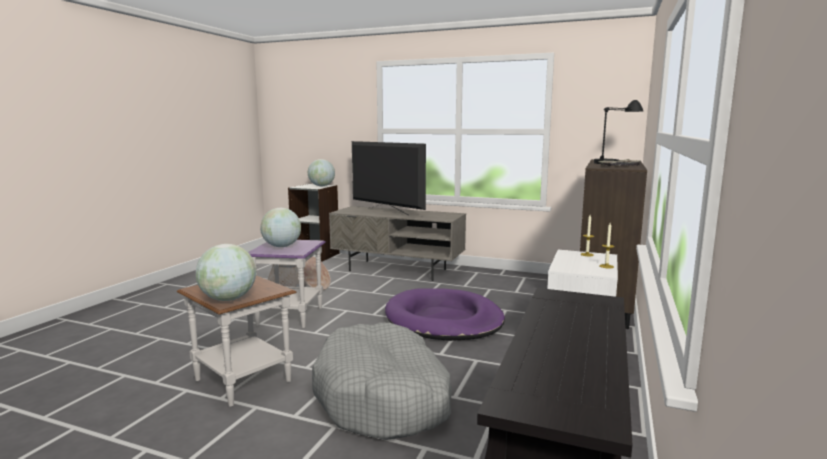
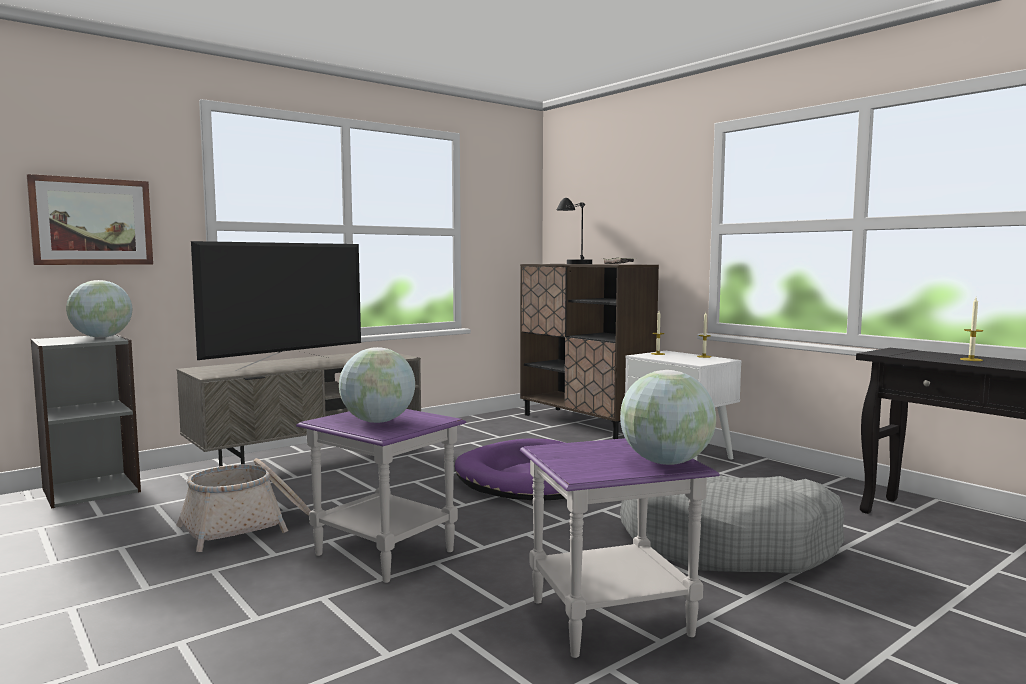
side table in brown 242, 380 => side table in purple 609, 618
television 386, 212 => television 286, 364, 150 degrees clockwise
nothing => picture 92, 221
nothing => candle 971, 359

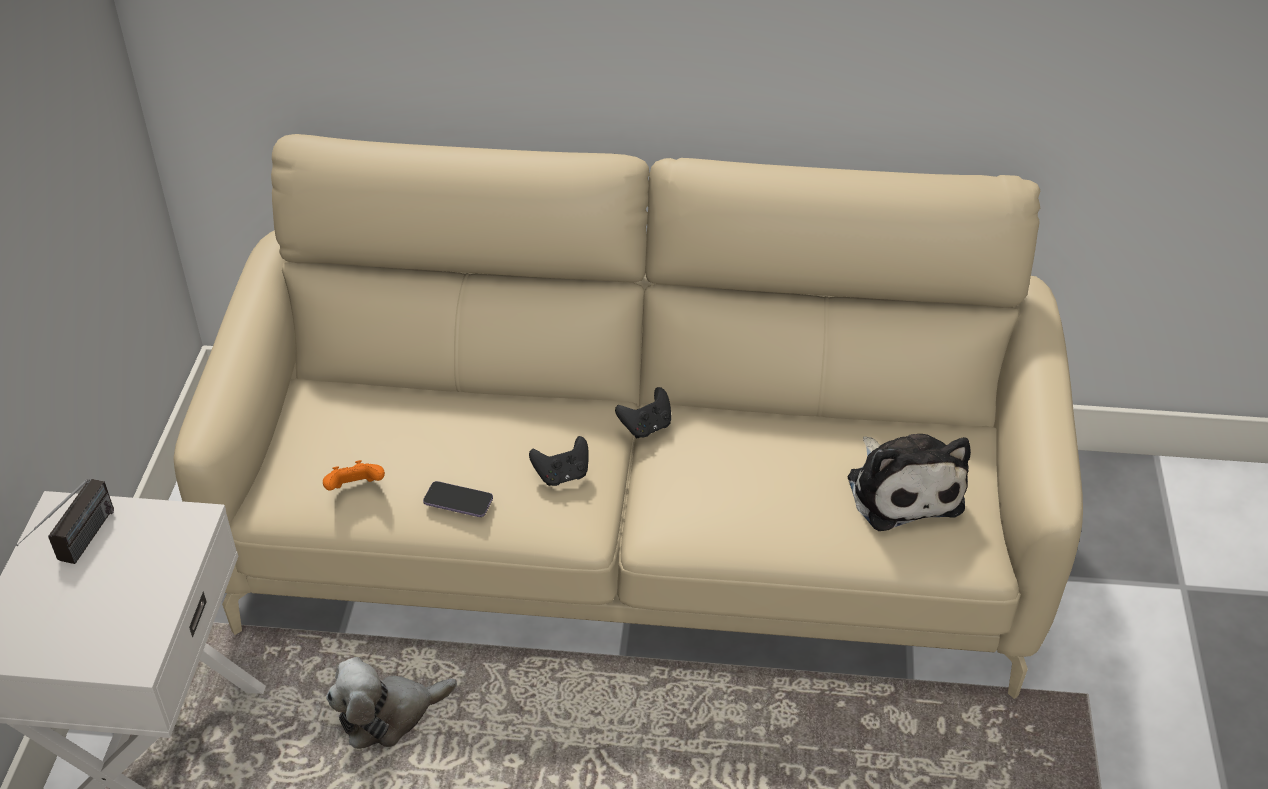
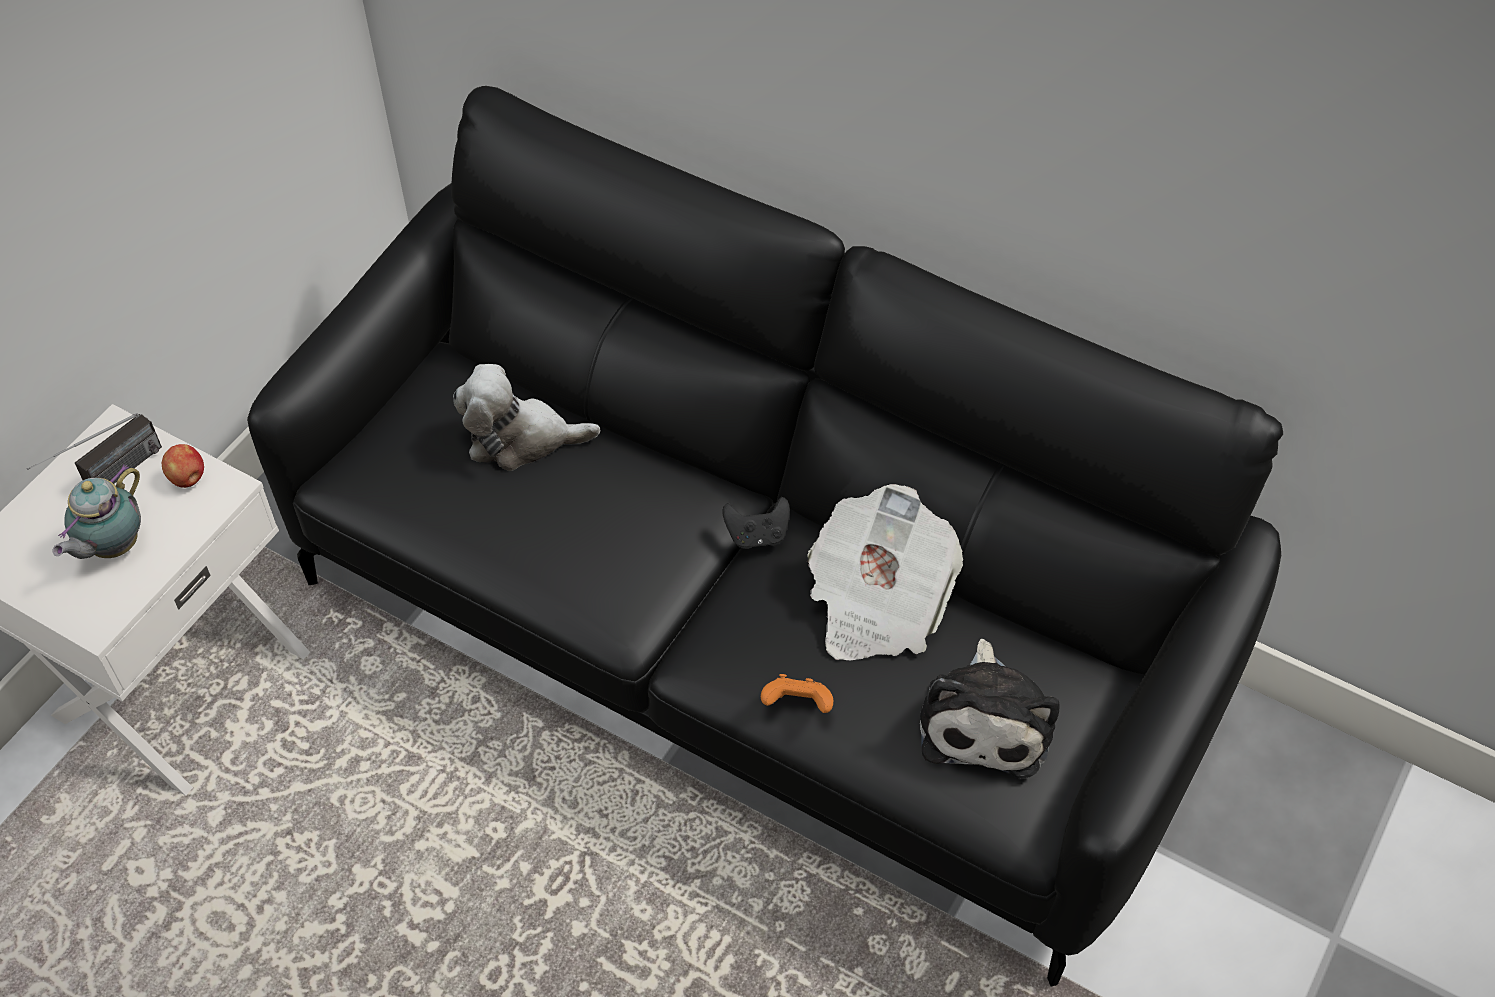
sofa in beige 635, 542 => sofa in black 749, 637
game controller in orange 355, 489 => game controller in orange 797, 705, relocated
plush toy 388, 715 => plush toy 521, 438, relocated
phone 458, 501 => nothing
game controller in black 562, 475 => nothing
nothing => teapot 112, 547
nothing => apple 188, 478
nothing => newspaper 877, 601

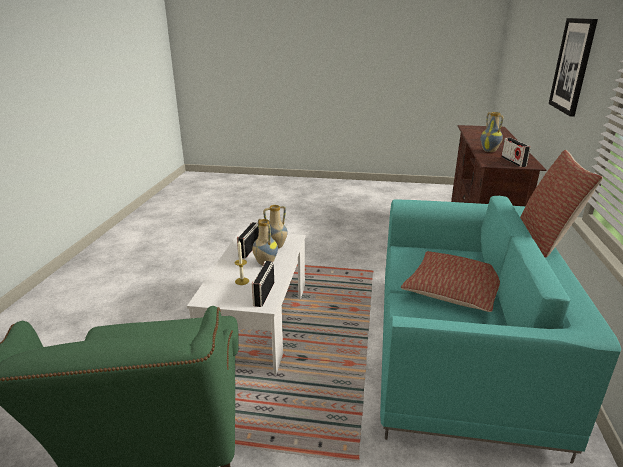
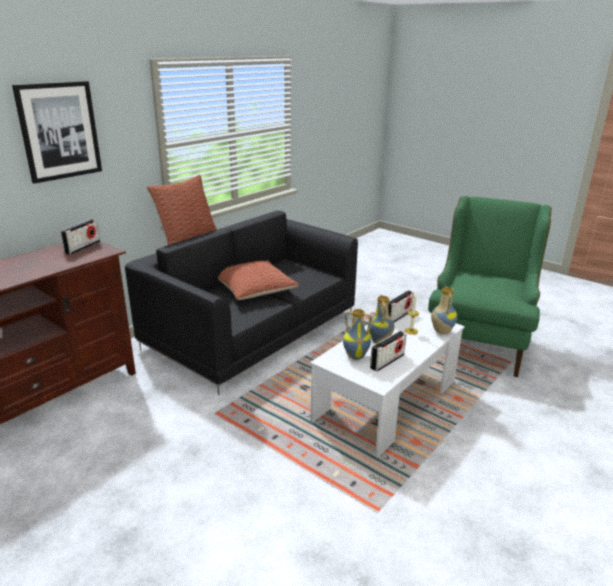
sofa in turquoise 459, 350 => sofa in black 252, 330
vase 489, 151 => vase 441, 331, relocated

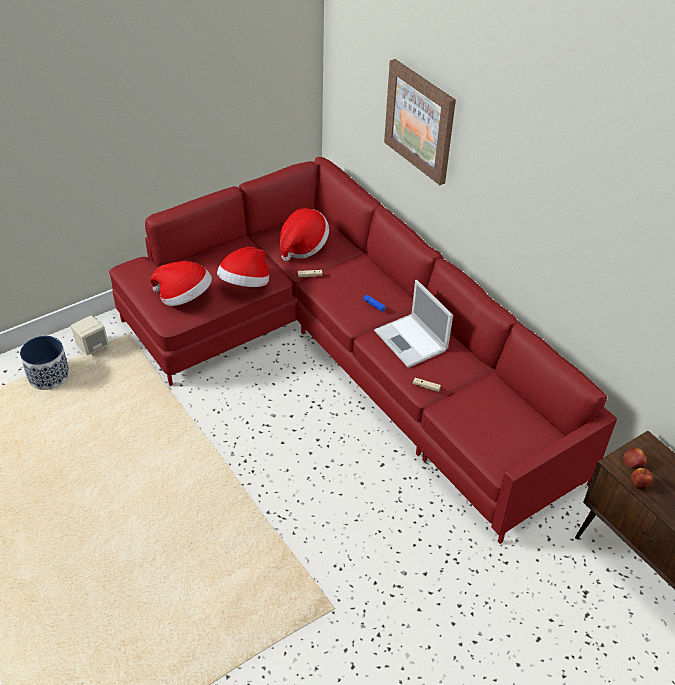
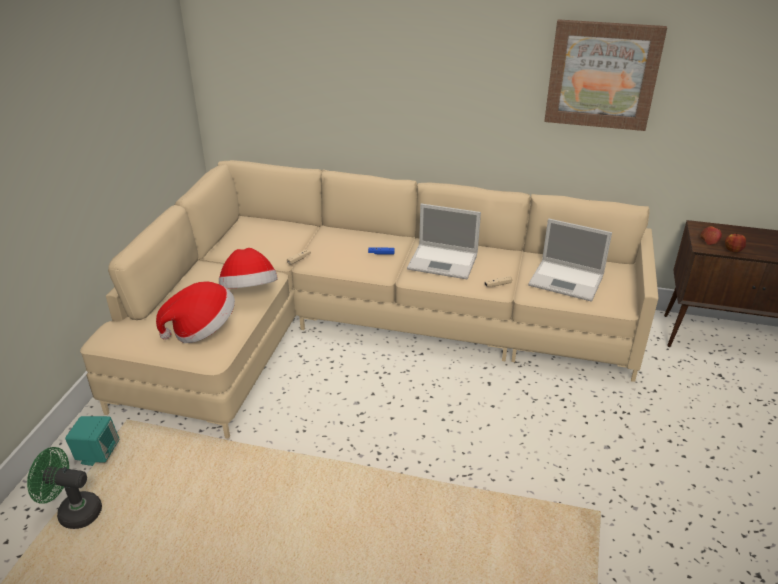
planter 48, 376 => fan in green 73, 512
speaker in beige 92, 347 => speaker in turquoise 98, 455
sofa in red 346, 357 => sofa in beige 360, 326
hat 302, 246 => nothing
picture 420, 121 => picture 602, 75, relocated
nothing => laptop 567, 281

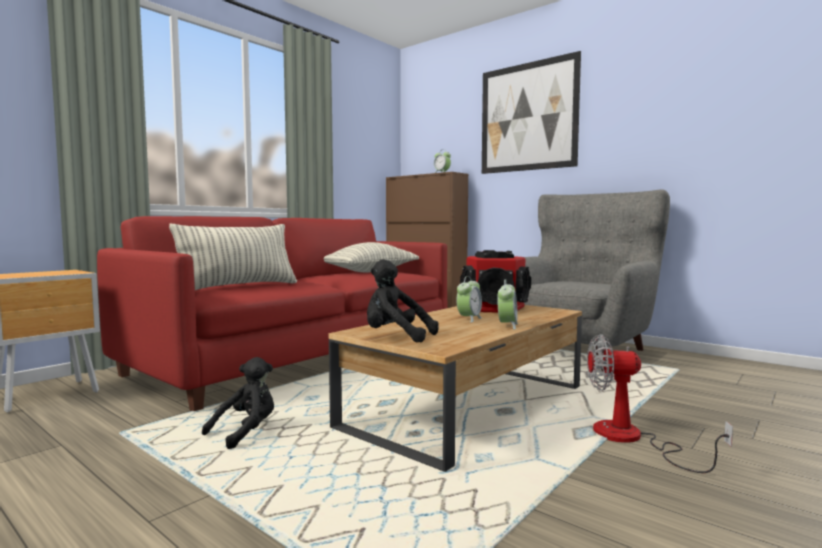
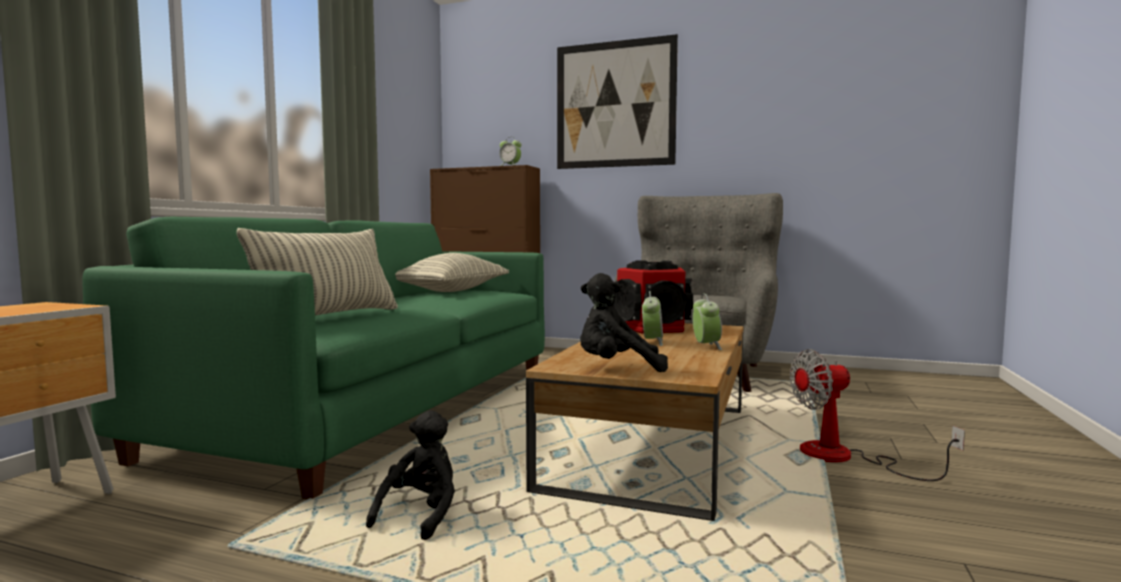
sofa in red 300, 356 => sofa in green 379, 408

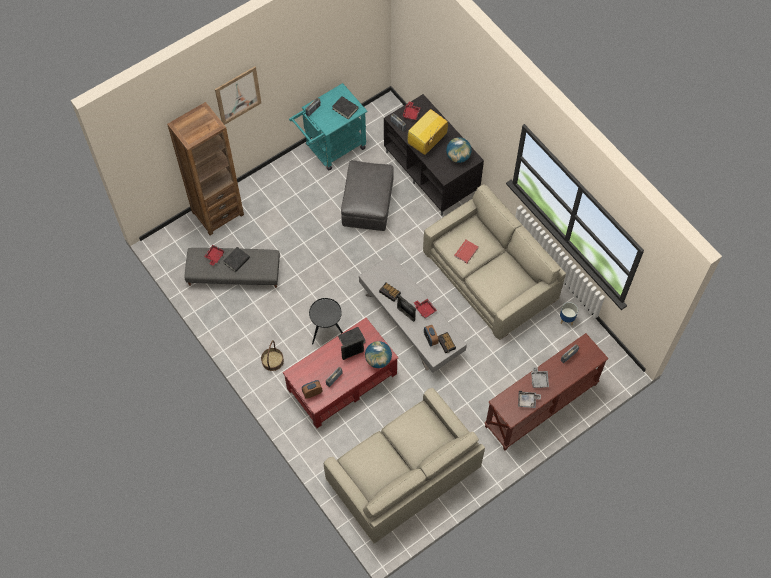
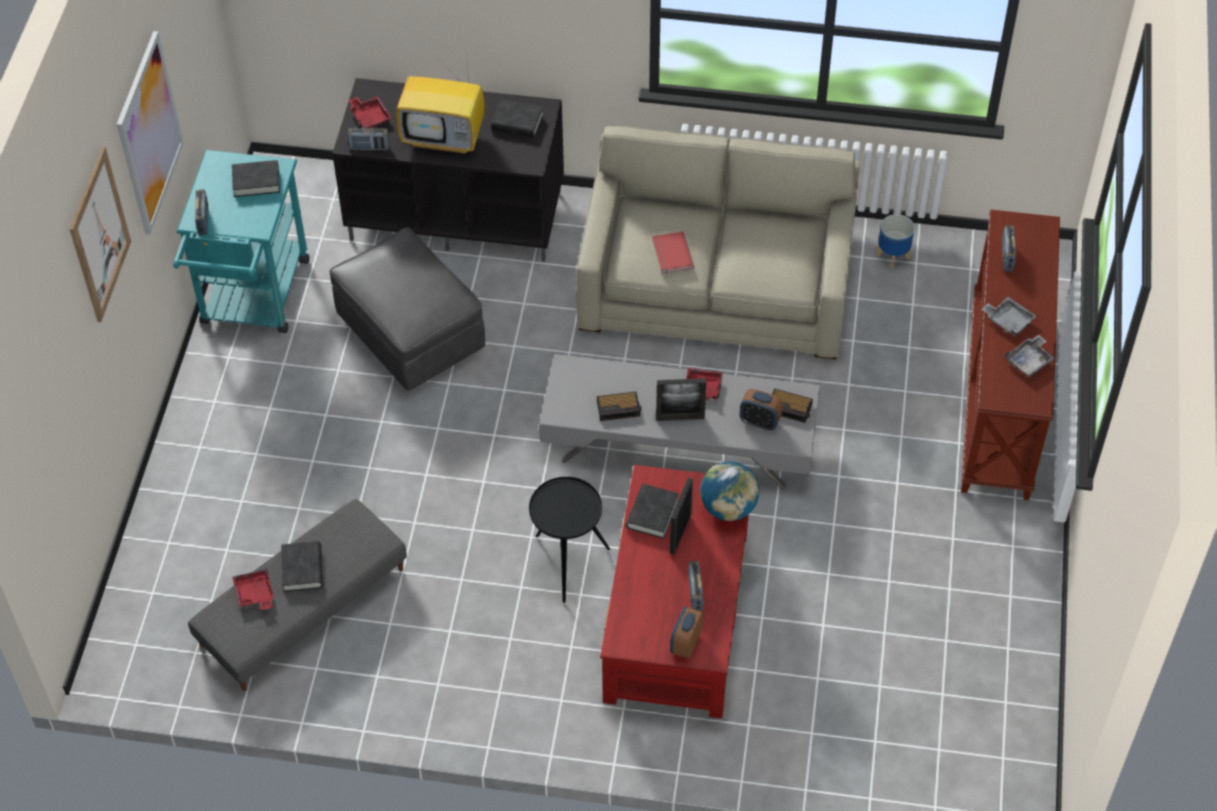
bookcase in brown 217, 213 => nothing
basket 272, 361 => nothing
sofa in beige 403, 474 => nothing
television 427, 142 => television 445, 138, 75 degrees counterclockwise
globe 458, 157 => book in black 517, 122
nothing => picture 149, 133

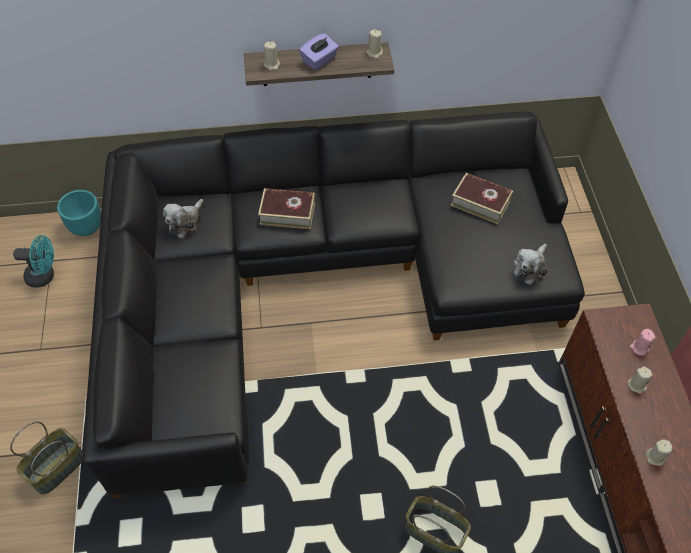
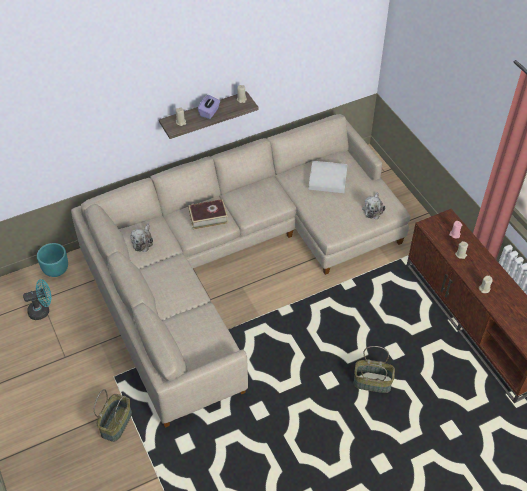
sofa in black 315, 283 => sofa in beige 234, 262
book 480, 203 => tray in white 328, 178

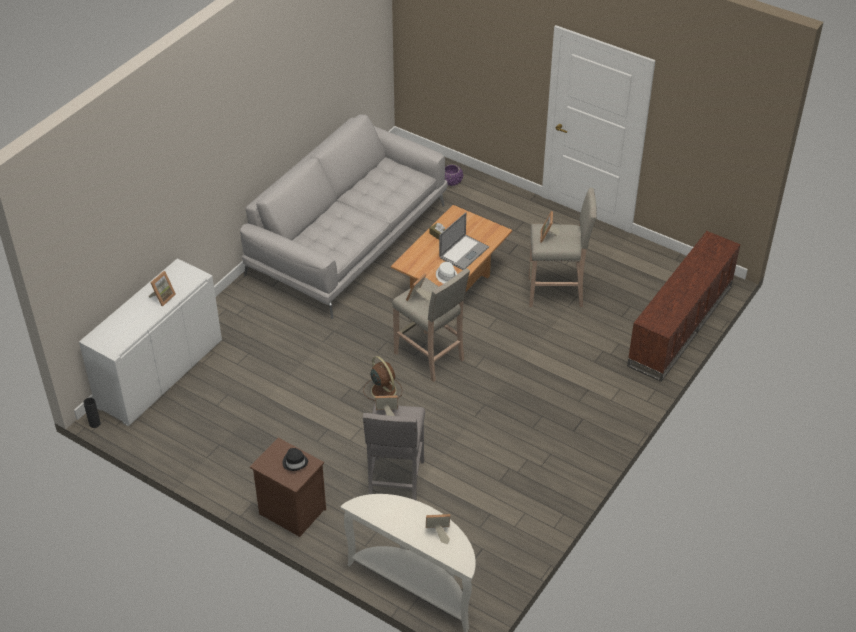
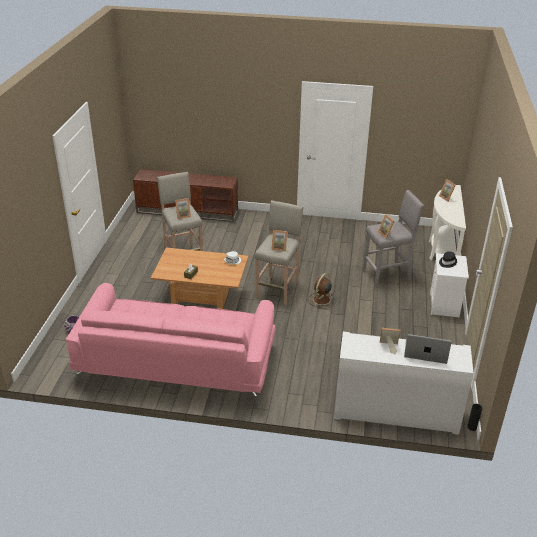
sofa in grey 349, 239 => sofa in pink 176, 363
nightstand in brown 290, 511 => nightstand in white 444, 306
laptop 464, 252 => laptop 426, 352, relocated

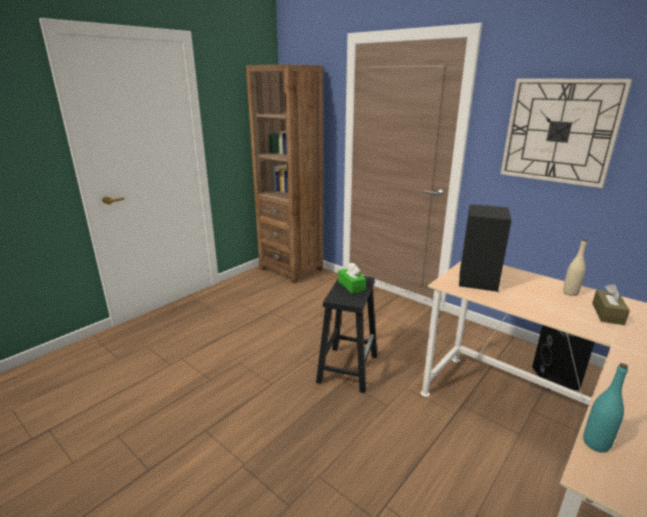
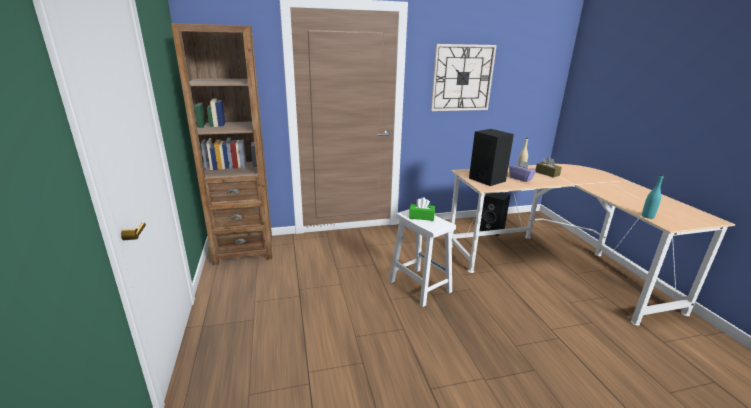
stool in black 348, 368 => stool in white 419, 286
nothing => tissue box in purple 520, 178

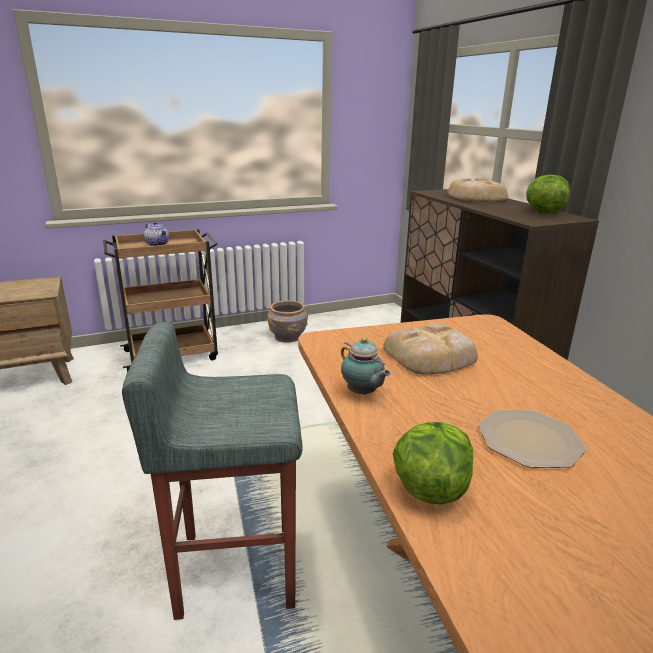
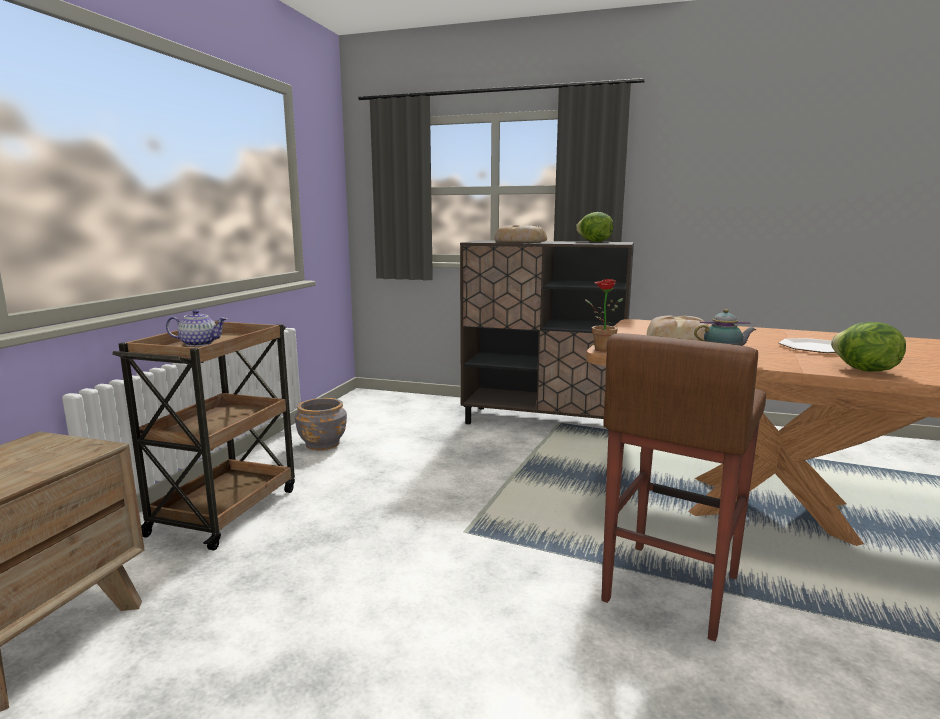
stool in grey 234, 568 => stool in brown 669, 588
nothing => potted plant 599, 349

